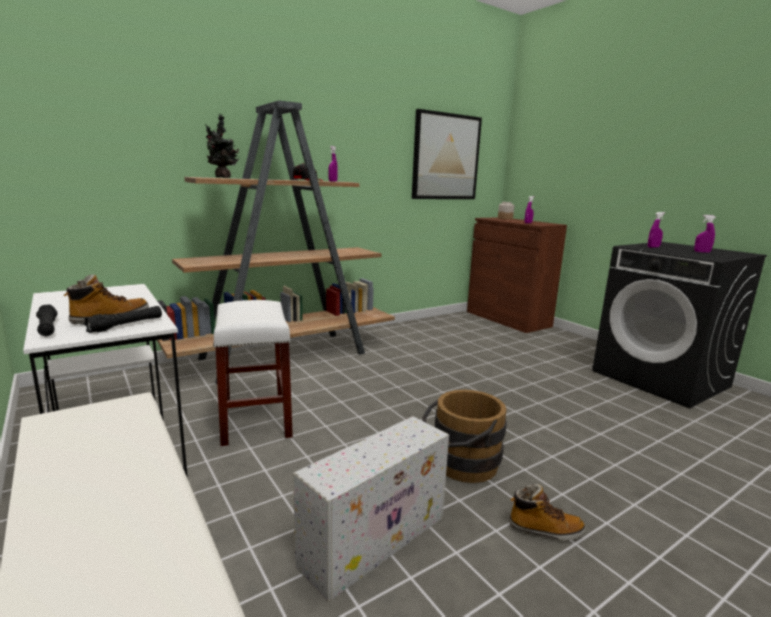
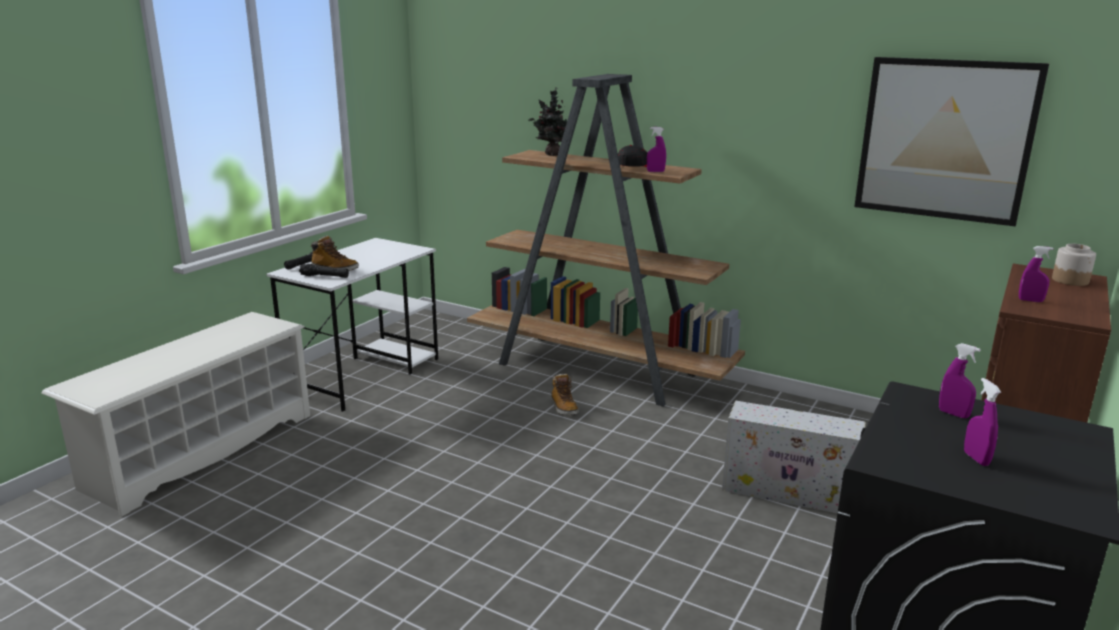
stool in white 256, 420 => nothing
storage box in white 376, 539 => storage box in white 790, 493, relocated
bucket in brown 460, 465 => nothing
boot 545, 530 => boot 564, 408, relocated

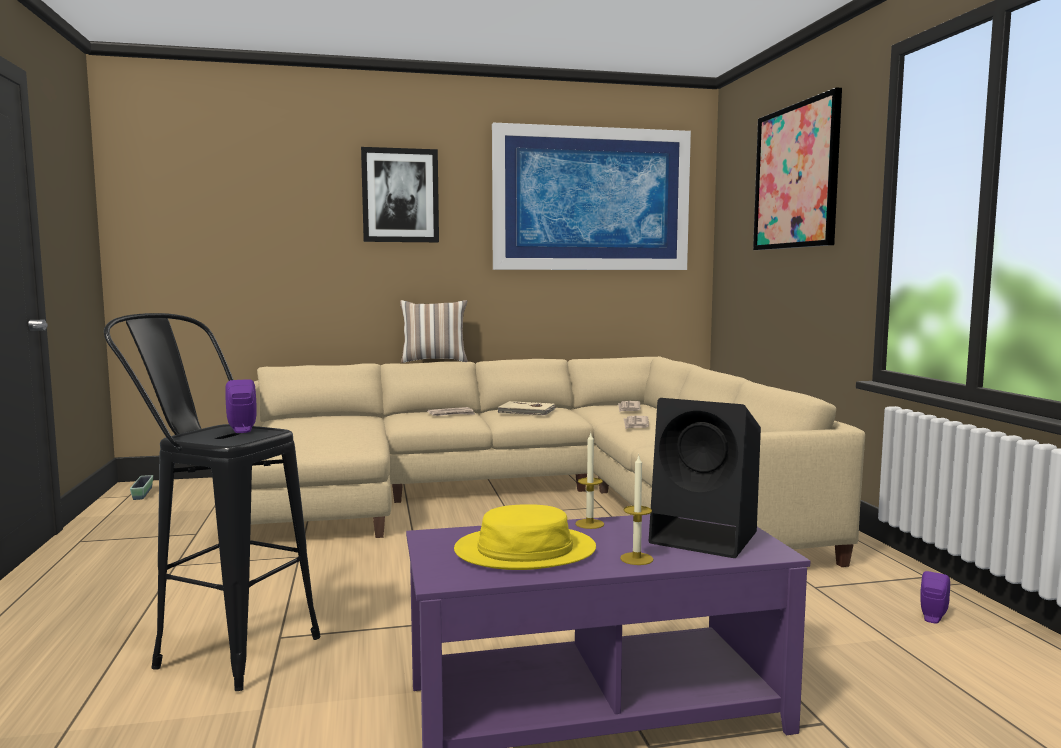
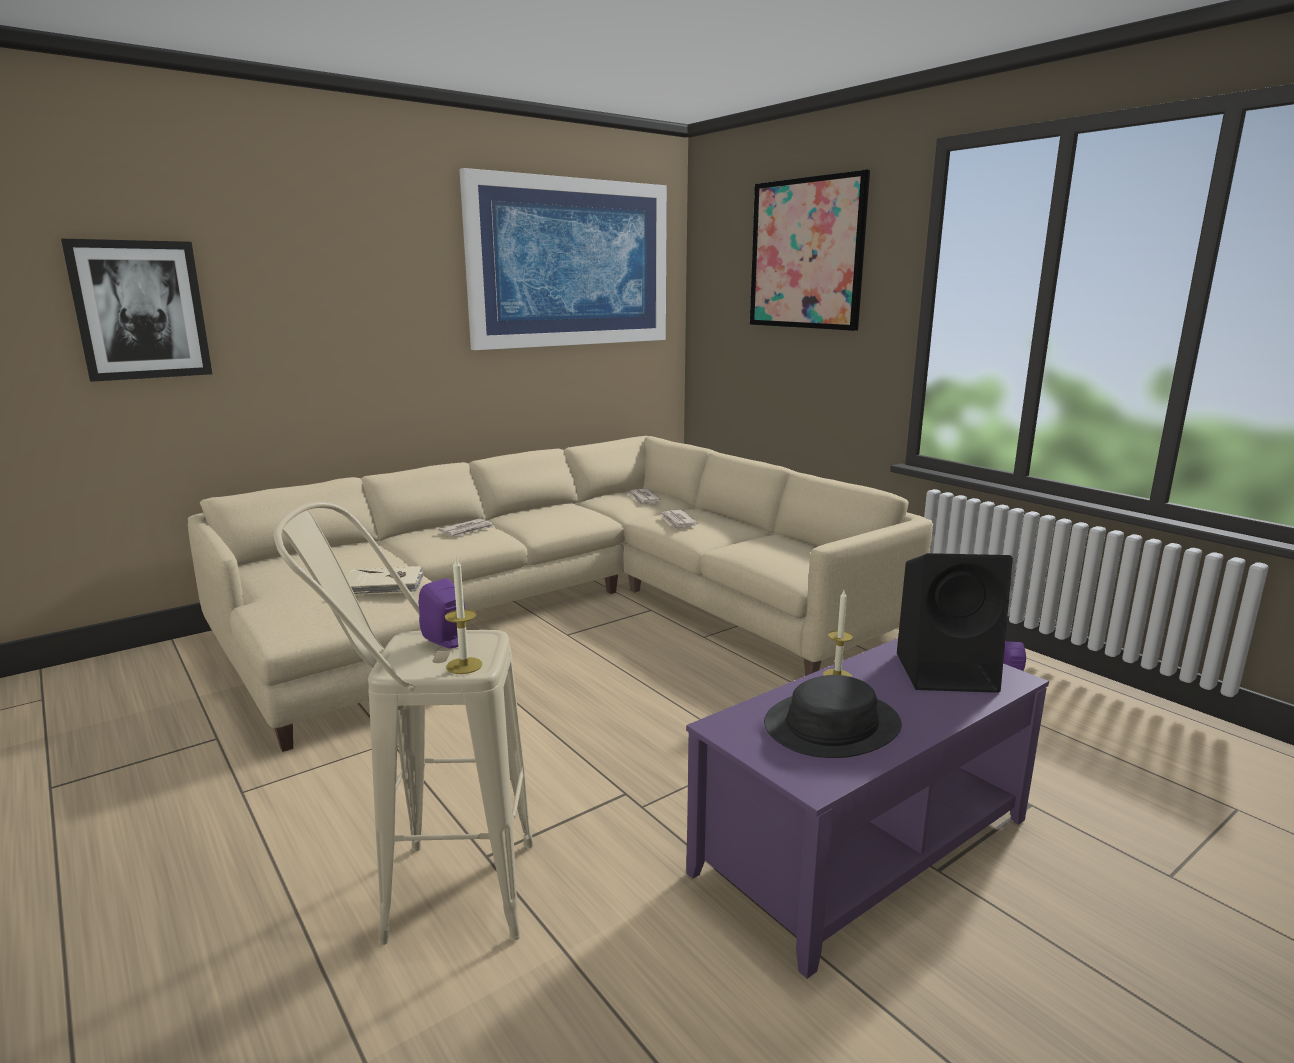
stool in black 221, 648 => stool in beige 433, 891
planter 142, 493 => nothing
picture 400, 195 => picture 140, 310, relocated
pillow 434, 361 => nothing
hat in yellow 525, 550 => hat in black 831, 725
book in beige 527, 411 => book in beige 384, 585, relocated
candle 636, 559 => candle 464, 665, relocated

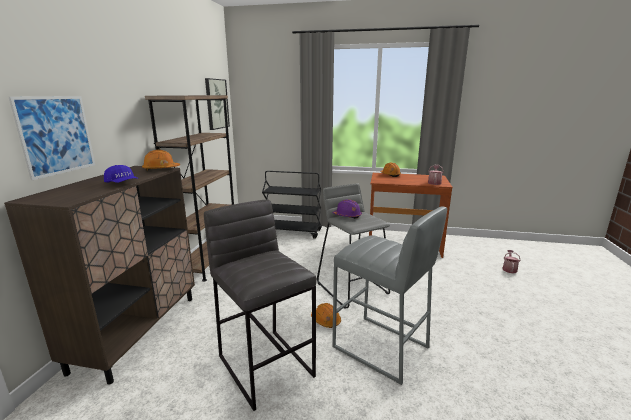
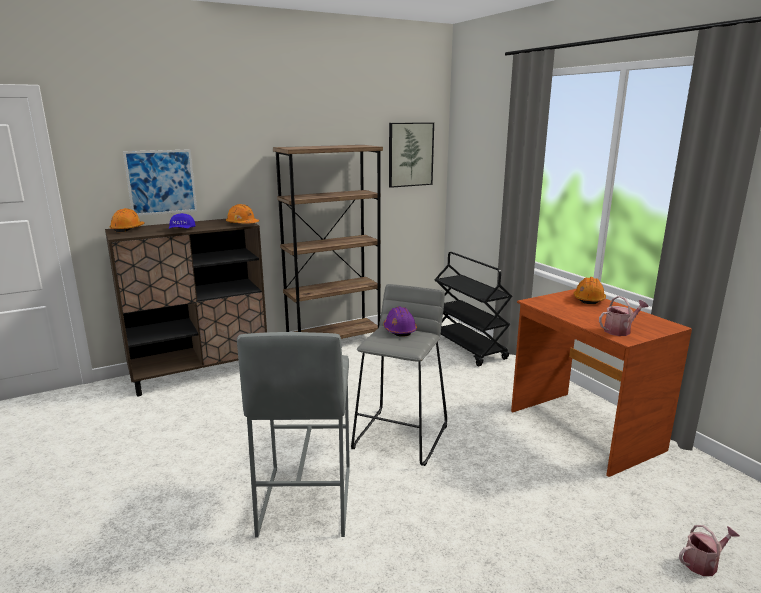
stool in grey 266, 365 => nothing
hard hat in orange 326, 321 => hard hat in orange 127, 229, relocated

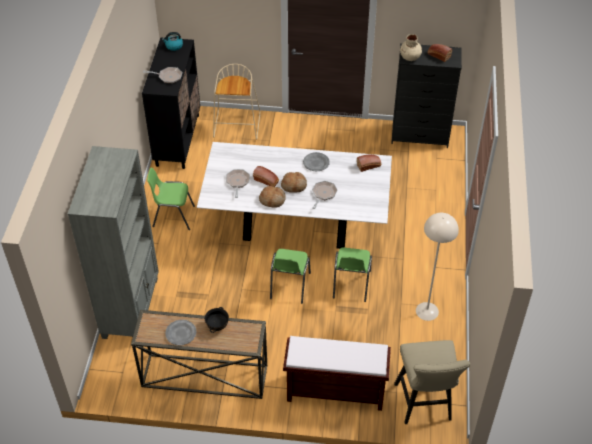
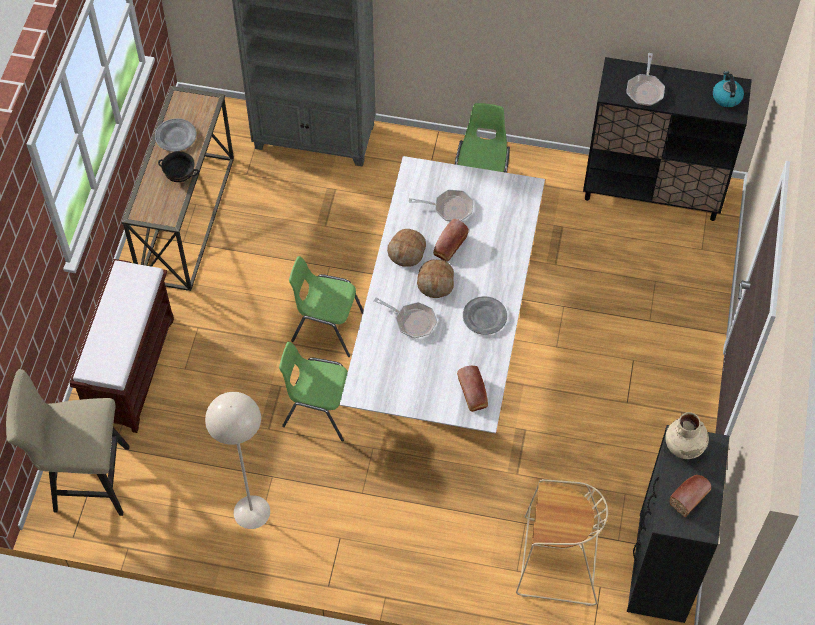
stool in beige 237, 126 => stool in beige 557, 562, relocated

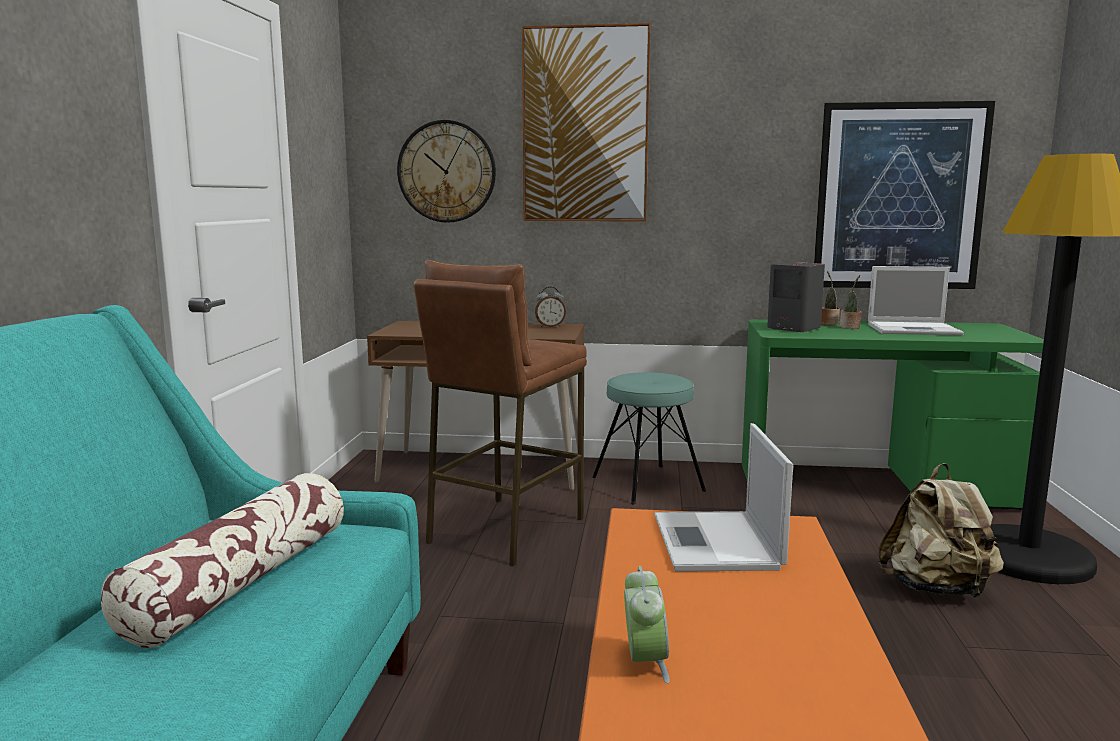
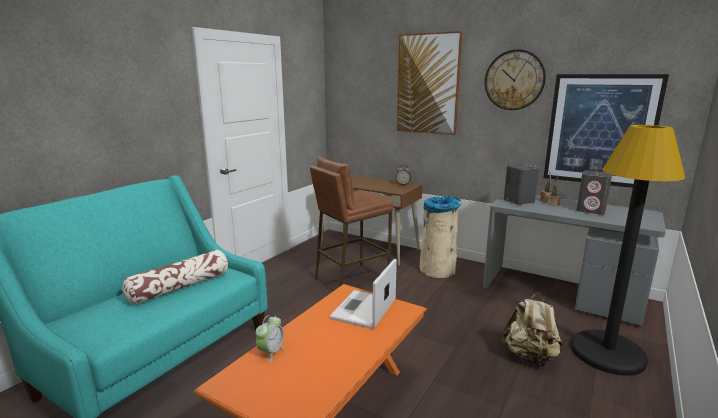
wall clock 447, 172 => wall clock 514, 80, relocated
stool in turquoise 647, 484 => trash can in beige 437, 269
desk in green 874, 486 => desk in grey 561, 293
laptop 915, 329 => speaker in grey 591, 210

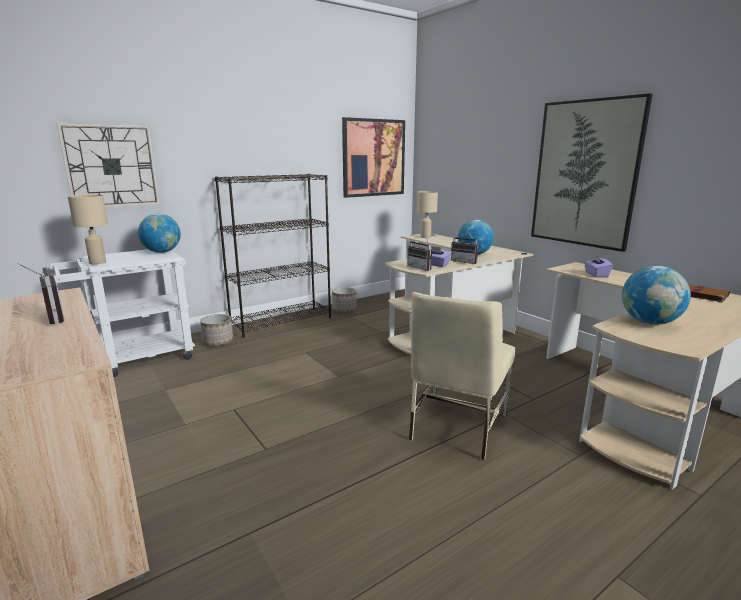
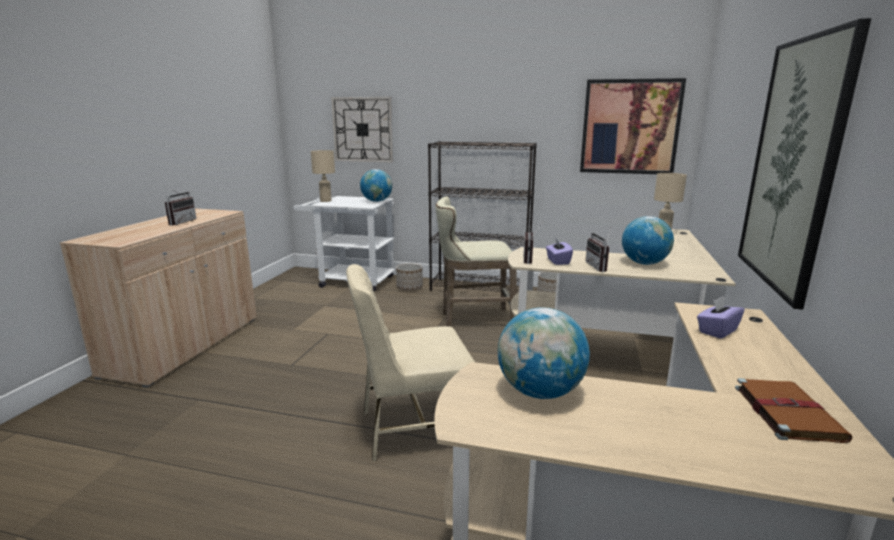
nothing => stool in beige 473, 319

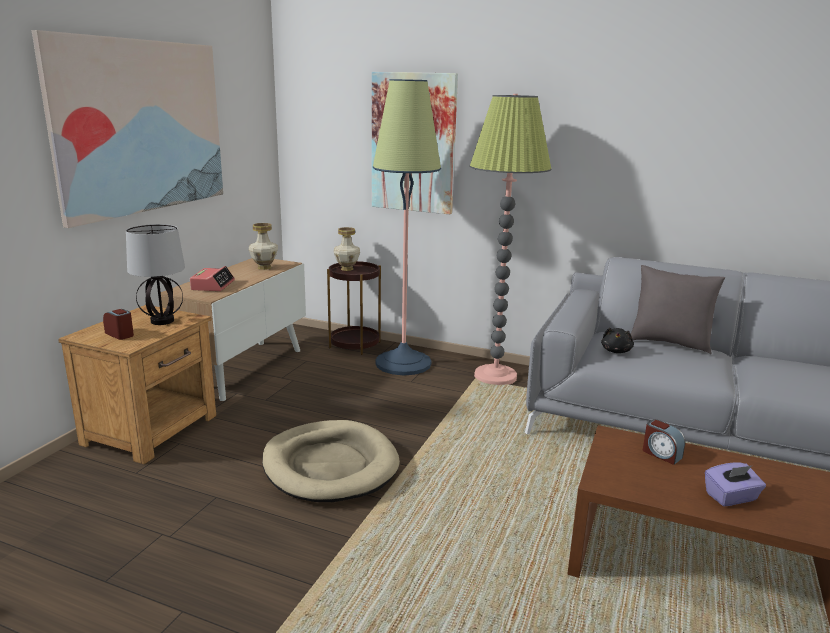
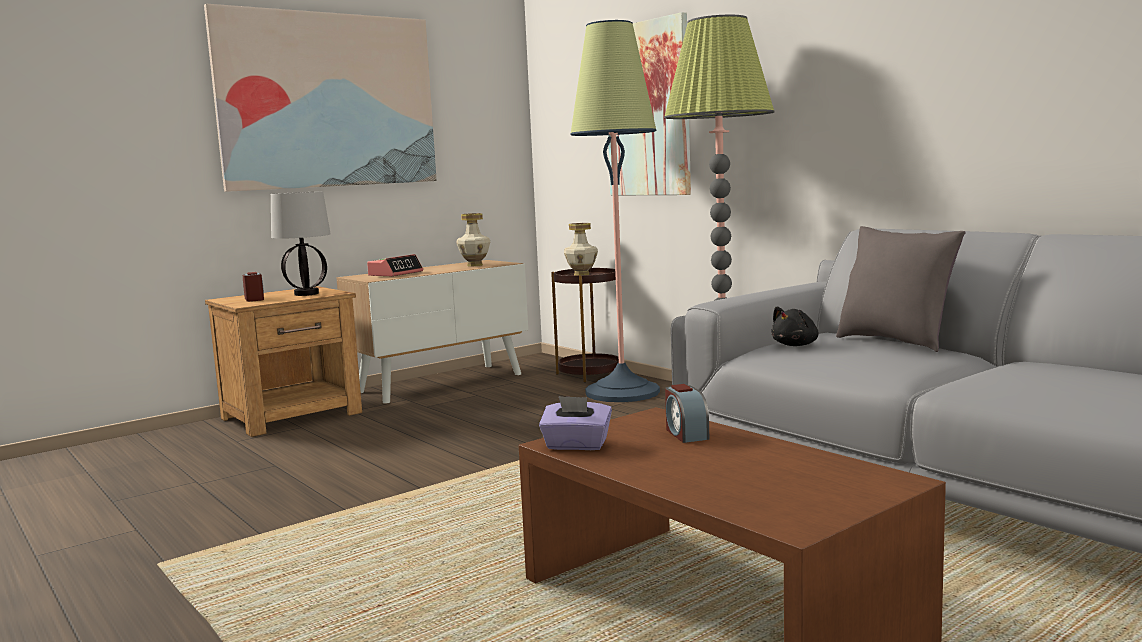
dog bed in beige 330, 465 => nothing
tissue box in purple 731, 497 => tissue box in purple 576, 445, relocated

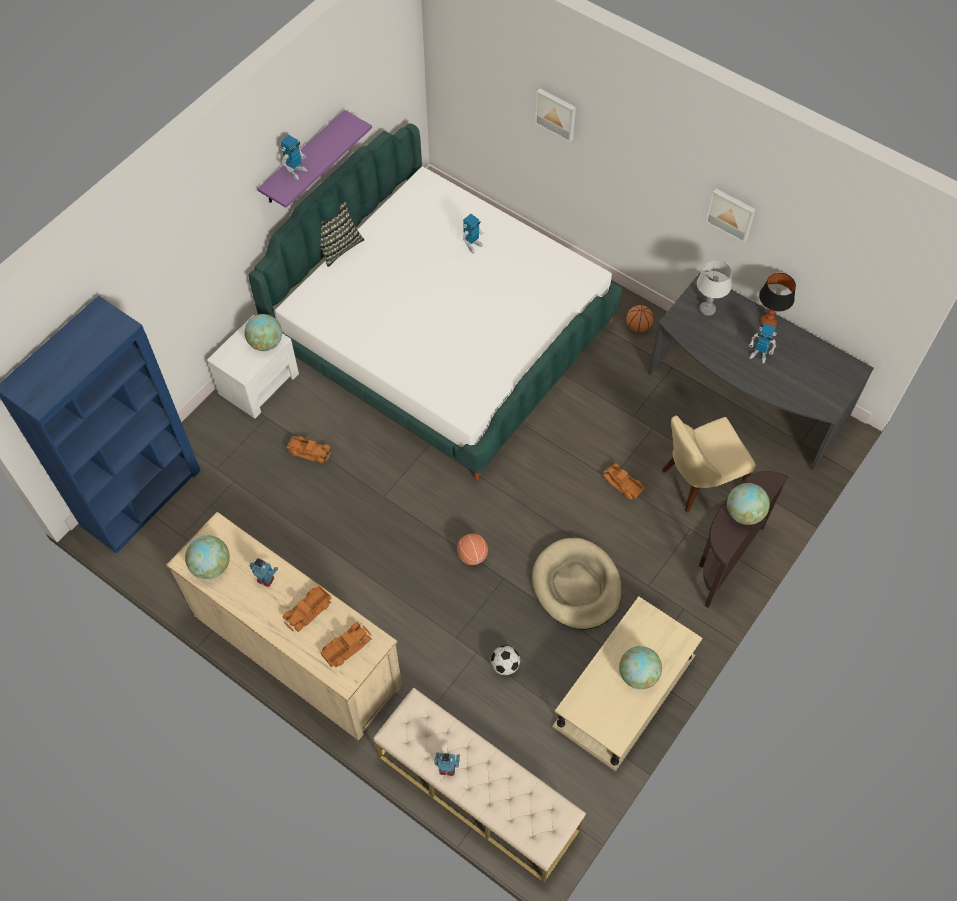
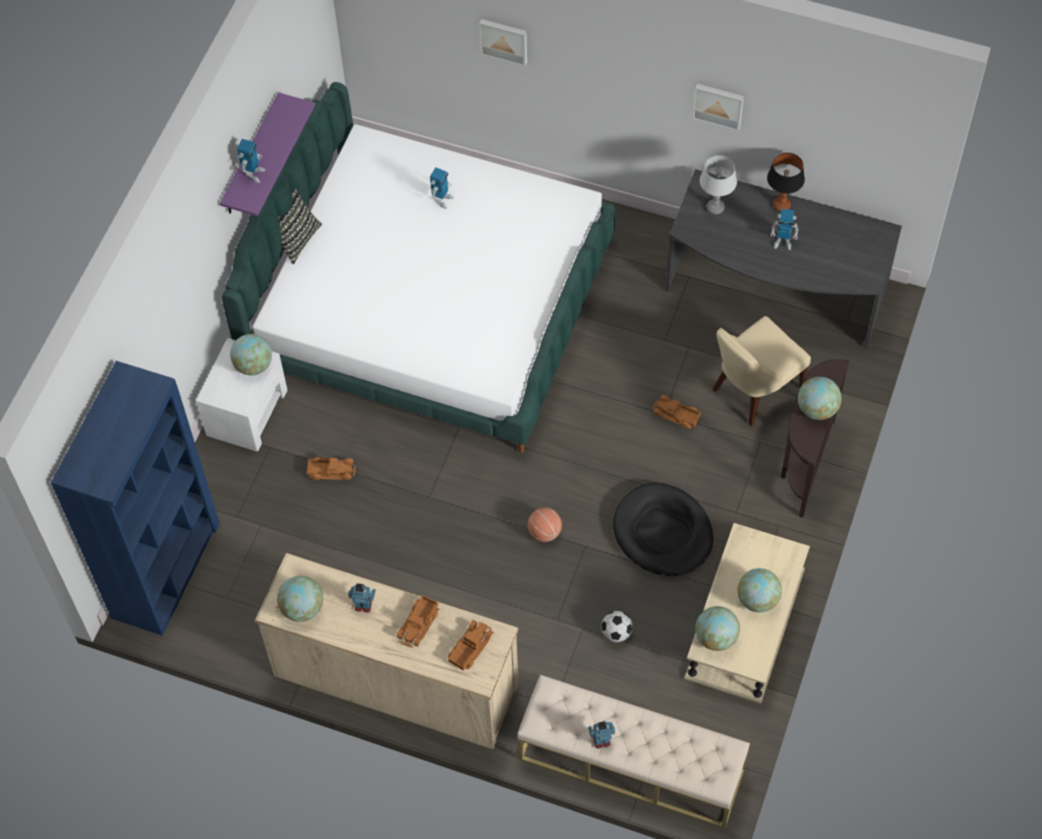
dog bed in beige 576, 586 => dog bed in black 663, 532
basketball 638, 326 => nothing
nothing => globe 716, 637

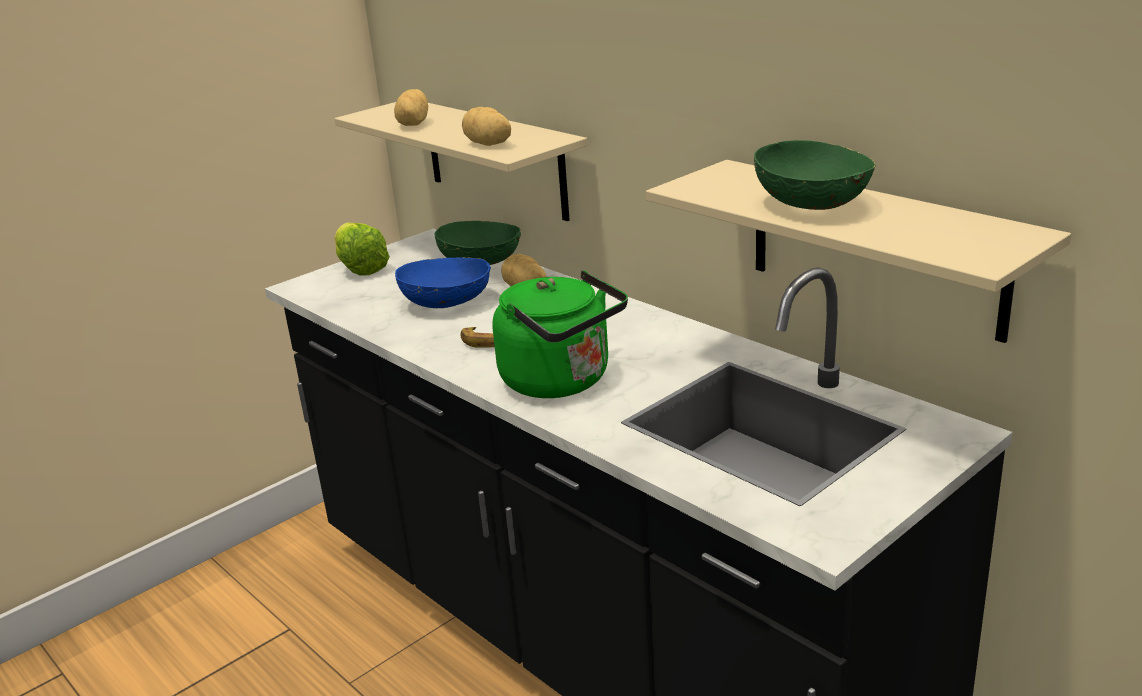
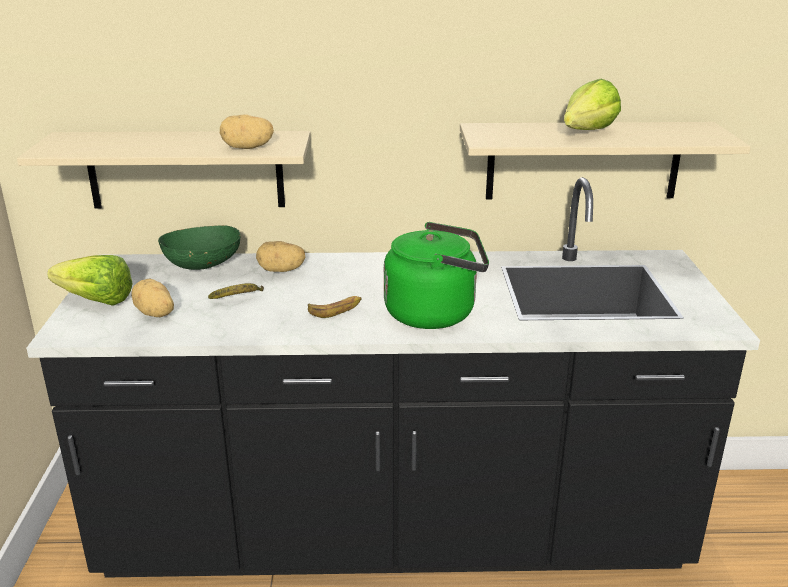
potato 411, 125 => potato 154, 314, relocated
bowl in blue 447, 303 => banana 238, 298
bowl in green 813, 205 => lettuce 582, 134

